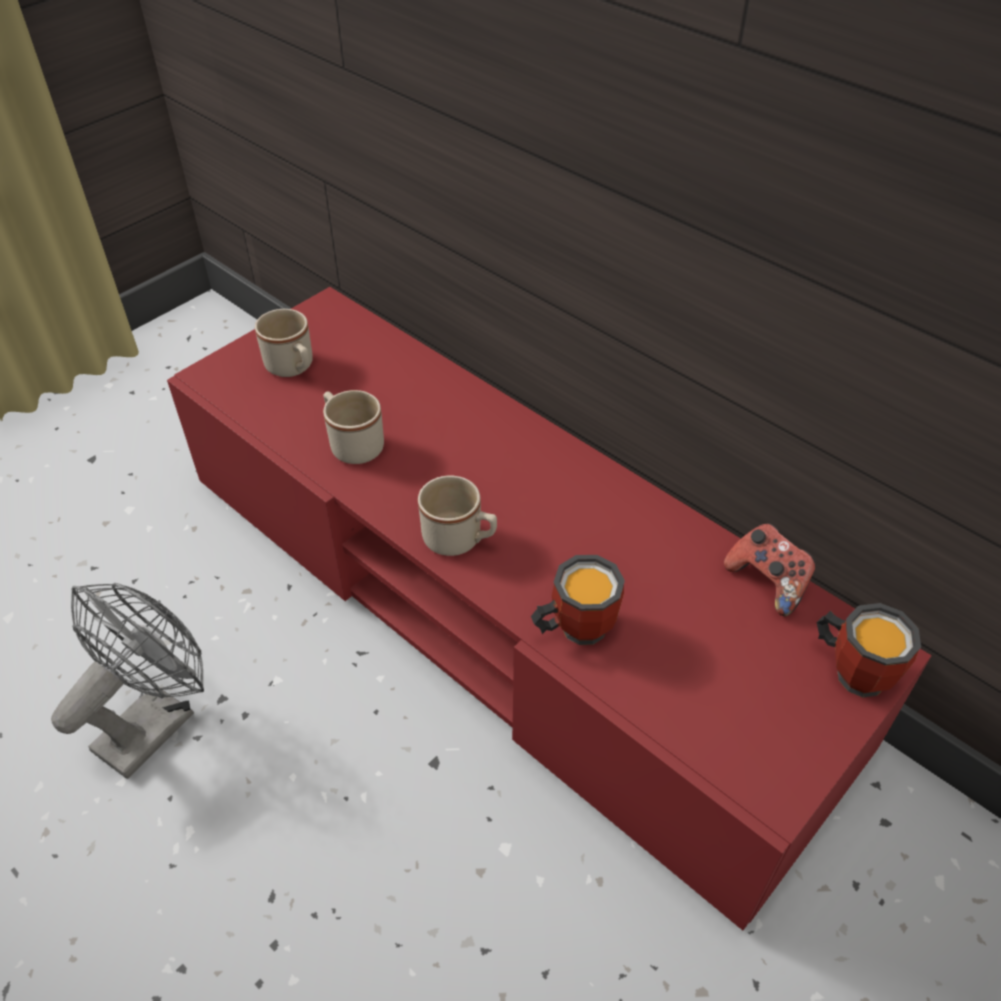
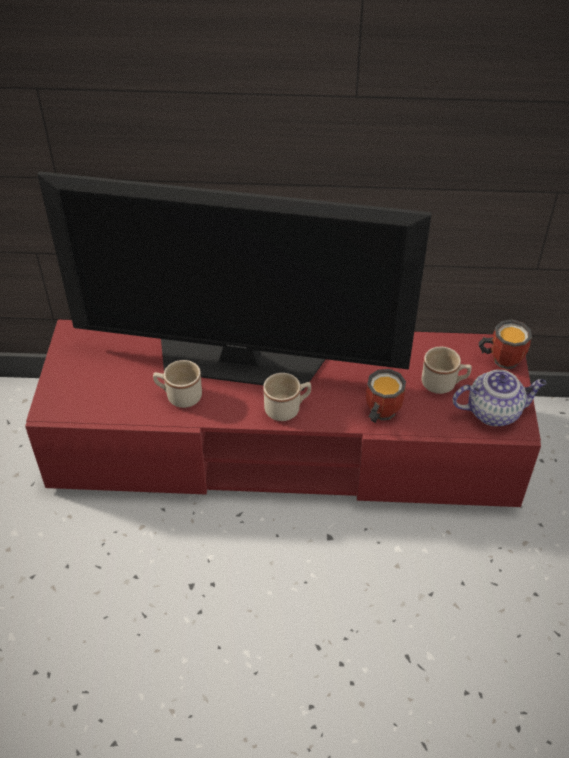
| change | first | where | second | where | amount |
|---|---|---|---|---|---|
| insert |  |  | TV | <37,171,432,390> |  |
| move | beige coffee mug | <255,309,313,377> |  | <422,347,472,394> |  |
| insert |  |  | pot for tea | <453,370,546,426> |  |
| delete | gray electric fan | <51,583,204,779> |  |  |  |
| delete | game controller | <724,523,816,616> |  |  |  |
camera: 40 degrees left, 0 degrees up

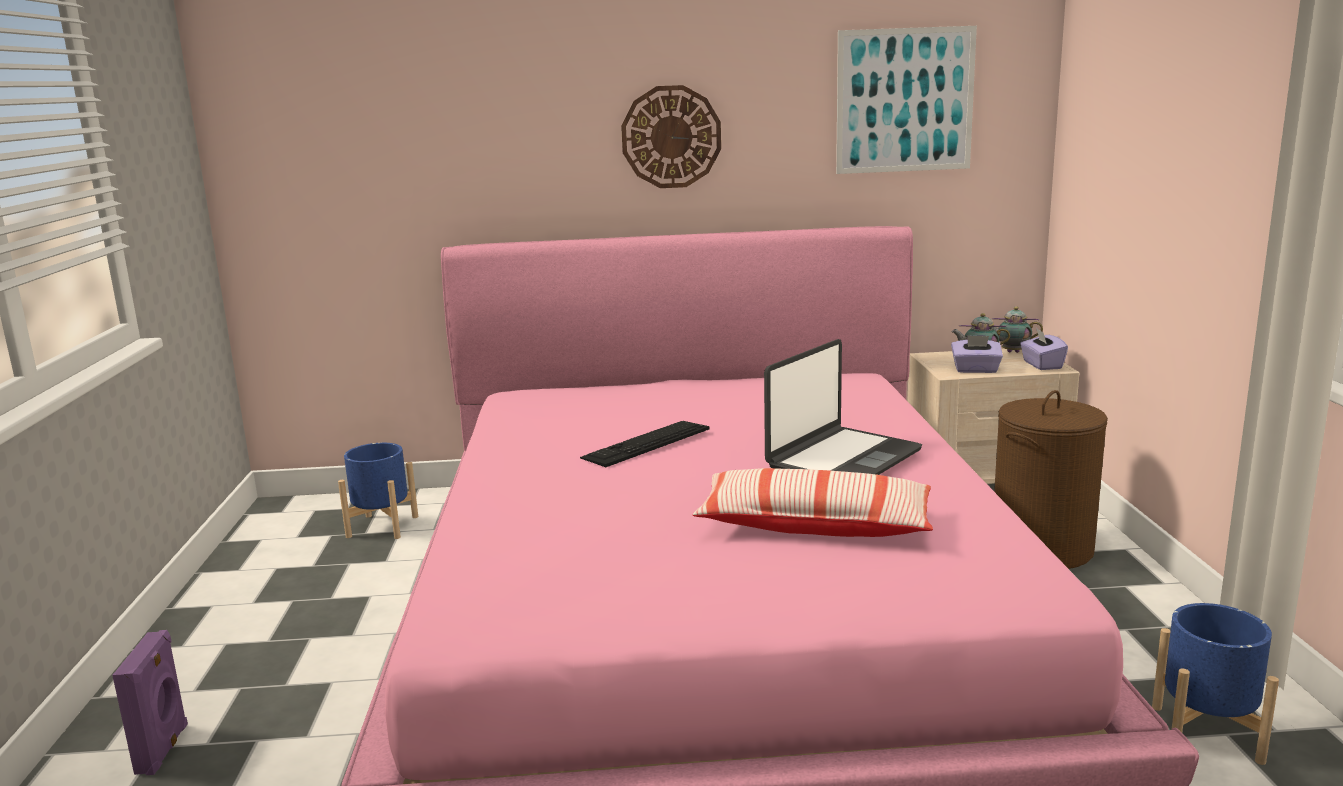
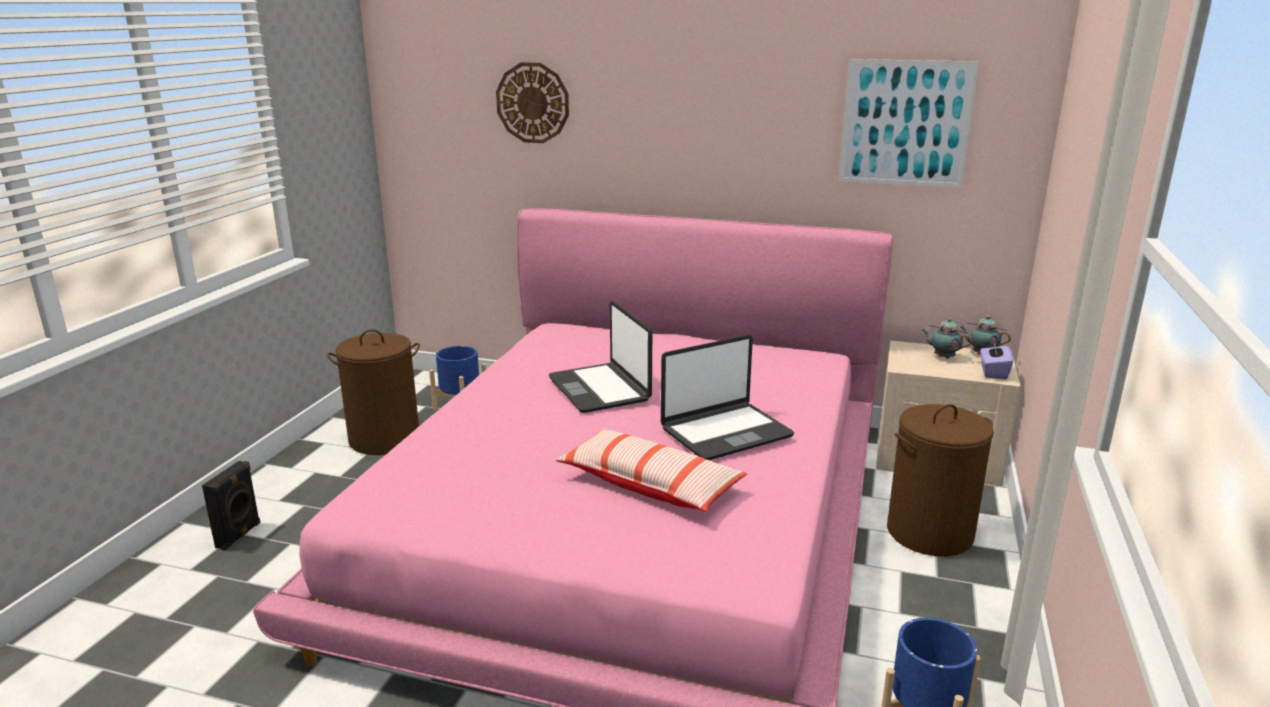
| change | first | where | second | where | amount |
|---|---|---|---|---|---|
| recolor | purplish loudspeaker | <112,630,188,775> | black-coloured loudspeaker | <202,461,260,551> |  |
| insert |  |  | brown-coloured laundry basket | <327,329,420,455> |  |
| move | hanging clock | <621,85,721,188> |  | <496,62,569,143> |  |
| replace | keyboard | <580,421,709,467> | notebook computer | <549,301,652,413> |  |
| delete | purplish tissue box | <951,335,1003,373> |  |  |  |
camera: 20 degrees right, 5 degrees up

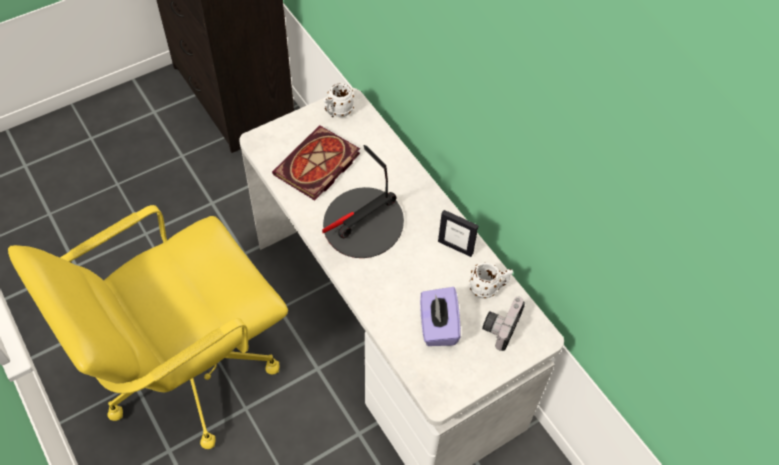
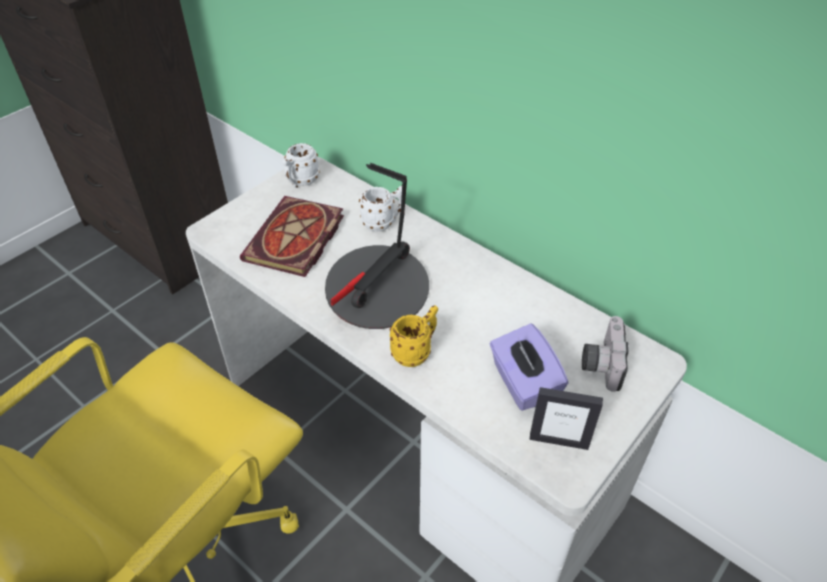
| change | first | where | second | where | amount |
|---|---|---|---|---|---|
| move | white-coloured coffee mug | <469,262,513,299> |  | <359,186,402,231> |  |
| insert |  |  | yellowish coffee mug | <390,305,438,367> |  |
| move | standing frame | <438,210,479,257> |  | <529,387,603,450> |  |
camera: 15 degrees left, 10 degrees down

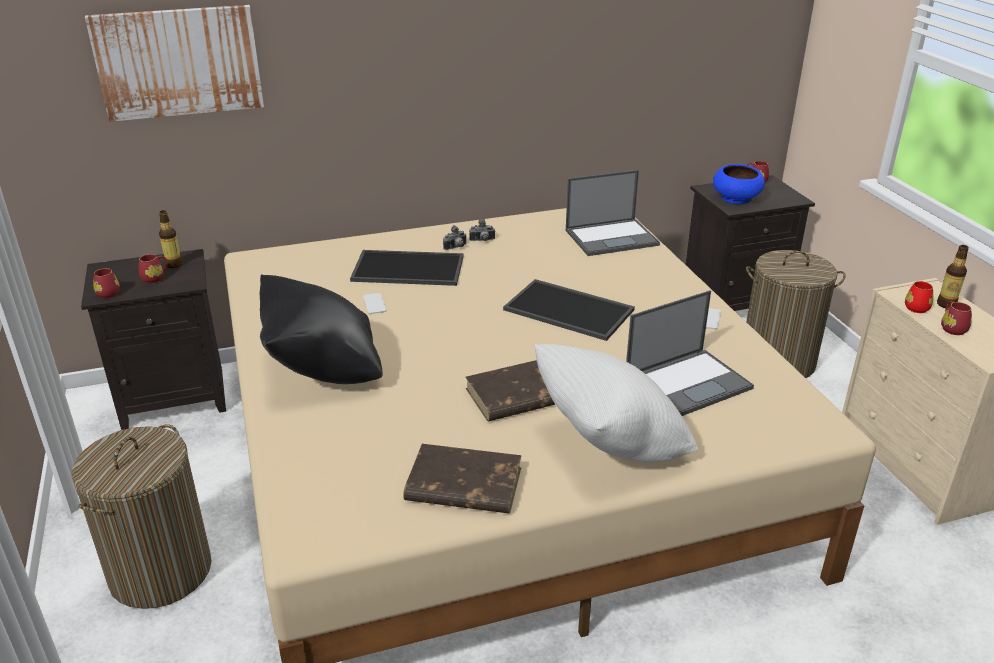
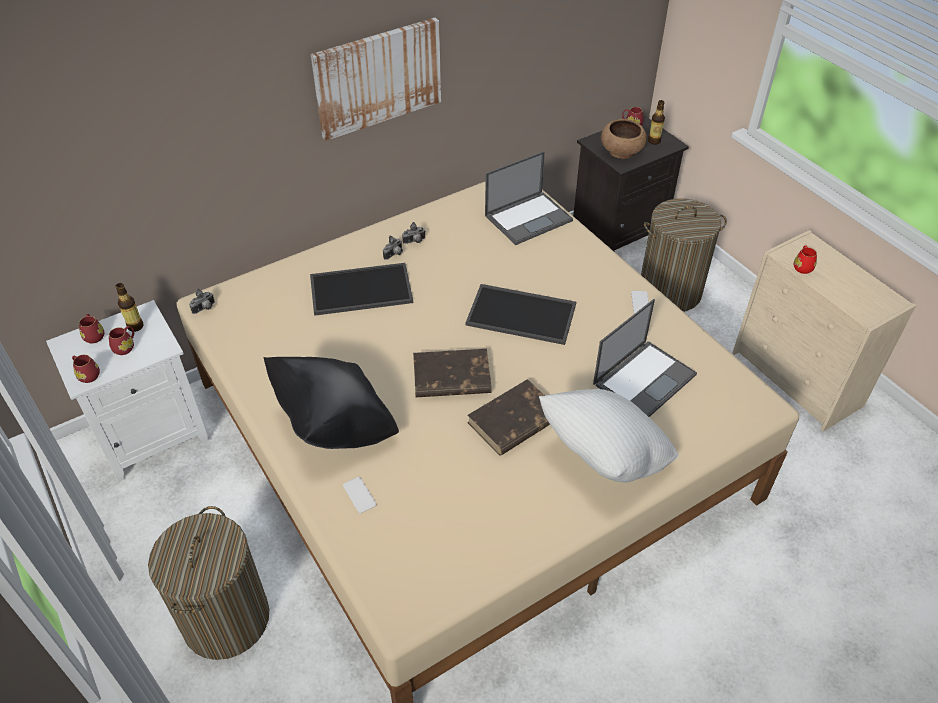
| change | first | where | second | where | amount |
|---|---|---|---|---|---|
| recolor | black-coloured night table | <81,249,226,430> | white-coloured night table | <46,300,209,482> |  |
| move | red-coloured coffee mug | <941,301,972,335> |  | <79,314,104,343> |  |
| insert |  |  | photo camera | <189,289,215,314> |  |
| move | picture | <85,5,264,122> |  | <311,18,441,141> |  |
| move | handset | <363,293,386,314> |  | <343,477,376,514> |  |
| move | brown-coloured volume | <403,444,522,514> |  | <413,349,492,397> |  |
| recolor | blue-coloured serving bowl | <713,164,765,204> | brown-coloured serving bowl | <601,119,647,159> |  |
| move | drink bottle | <937,245,969,308> |  | <648,100,665,145> |  |
camera: 15 degrees left, 15 degrees up

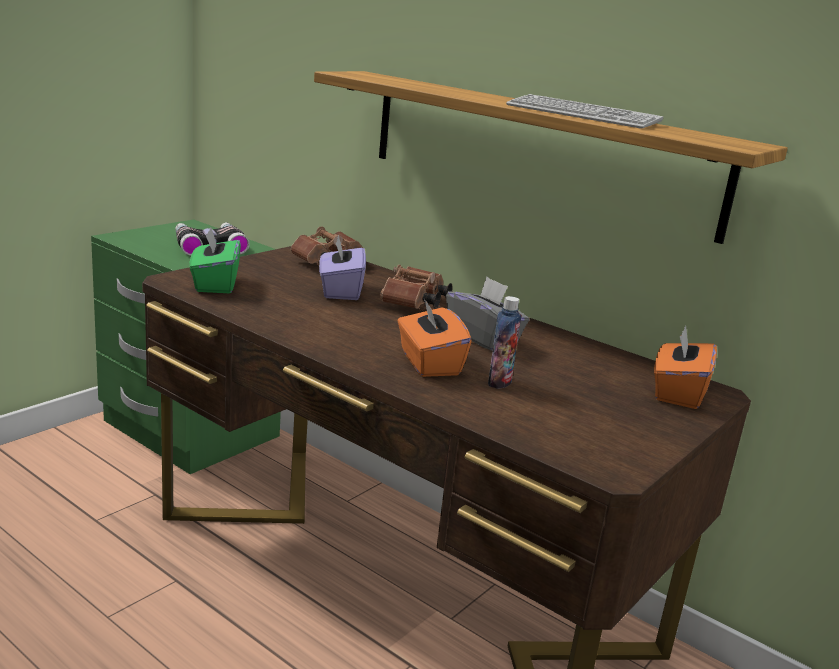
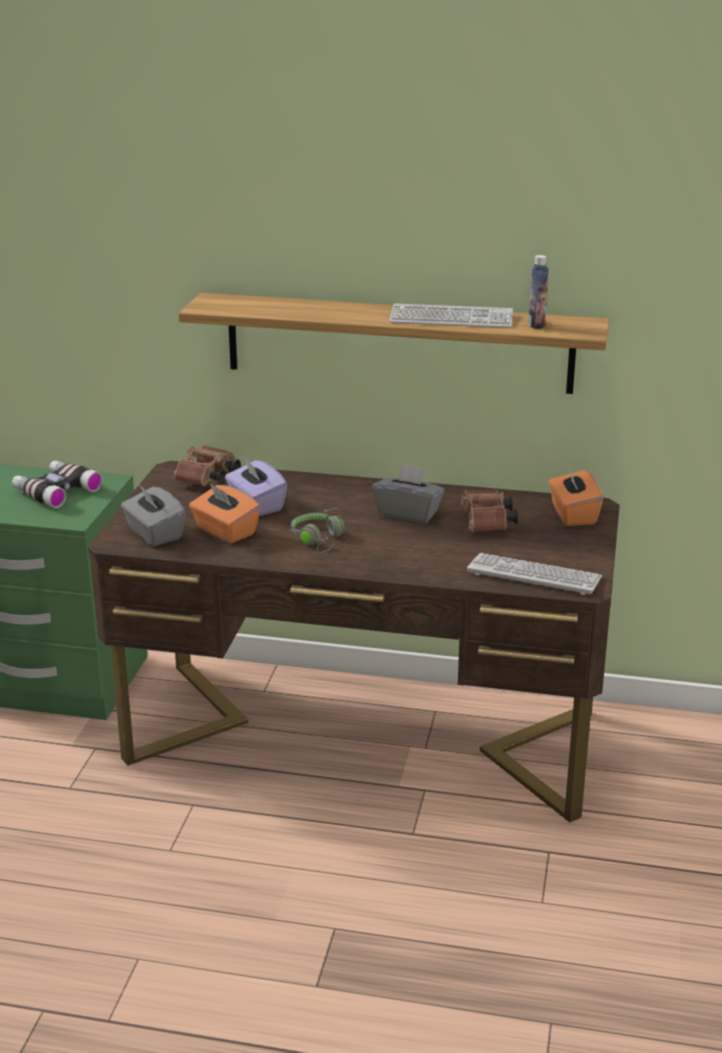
| change | first | where | second | where | amount |
|---|---|---|---|---|---|
| recolor | green-coloured tissue box | <190,228,241,293> | gray tissue box | <121,484,186,546> |  |
| move | orange tissue box | <398,299,472,377> |  | <189,483,260,543> |  |
| insert |  |  | gray headset | <291,508,345,553> |  |
| move | brown-coloured binoculars | <380,264,452,311> |  | <461,490,518,532> |  |
| insert |  |  | keyboard | <467,553,602,595> |  |
| move | drink bottle | <488,296,522,389> |  | <528,255,549,329> |  |
camera: 25 degrees left, 5 degrees up

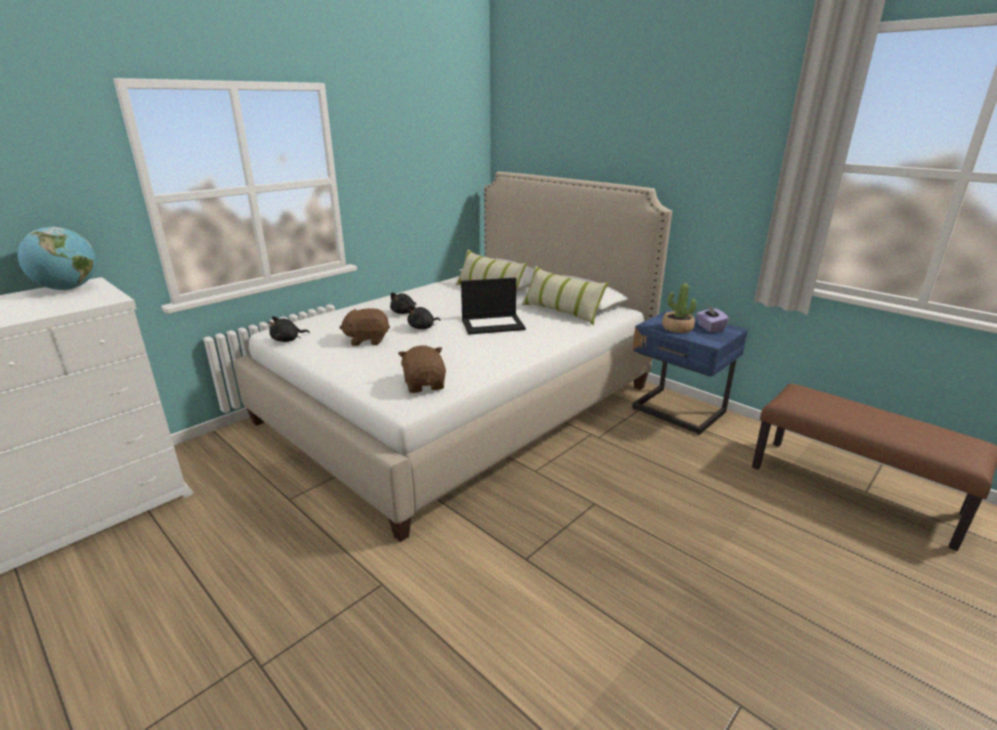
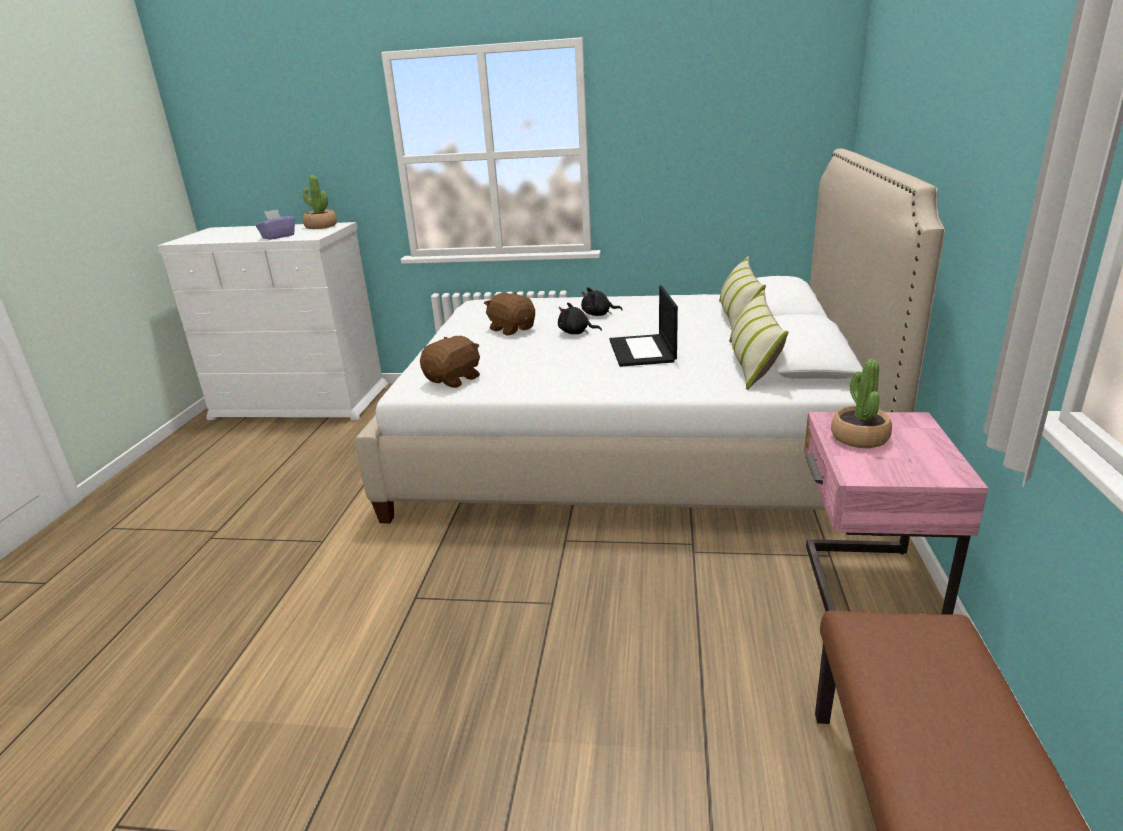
| change | first | where | second | where | amount |
|---|---|---|---|---|---|
| move | purplish tissue box | <696,305,729,333> |  | <256,209,295,240> |  |
| replace | globe | <18,227,96,290> | potted plant | <302,175,337,229> |  |
| rotate | notebook computer | <461,277,526,335> |  | <609,285,678,367> | 45 degrees clockwise |
| recolor | blue-coloured night table | <632,310,748,435> | pink-coloured night table | <804,412,988,614> |  |
| delete | black-coloured soft toy | <269,316,310,342> |  |  |  |
camera: 55 degrees right, 0 degrees up

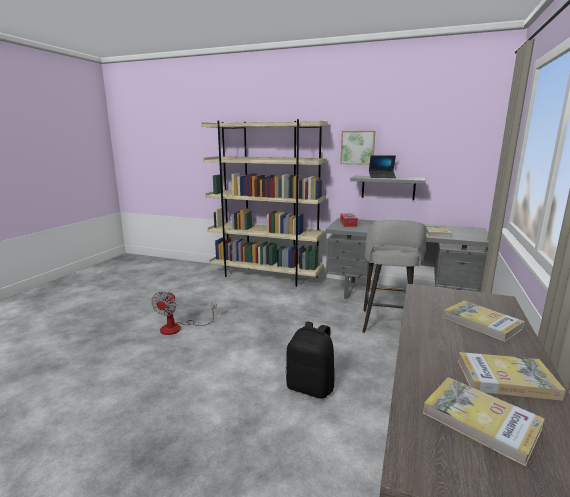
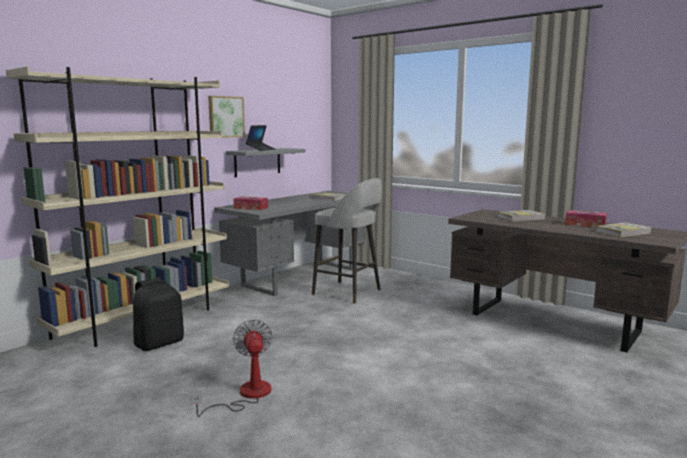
| change | first | where | second | where | amount |
|---|---|---|---|---|---|
| move | black-coloured rucksack | <286,321,335,399> |  | <133,277,184,351> |  |
| rotate | electric fan | <151,291,217,335> |  | <191,319,272,417> | 135 degrees counterclockwise |
| replace | volume | <458,352,566,401> | tissue box | <565,210,607,227> |  |
camera: 70 degrees left, 5 degrees down

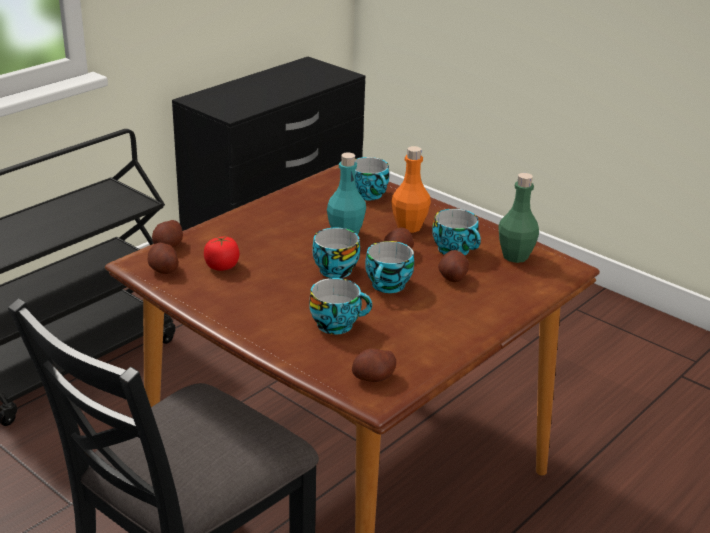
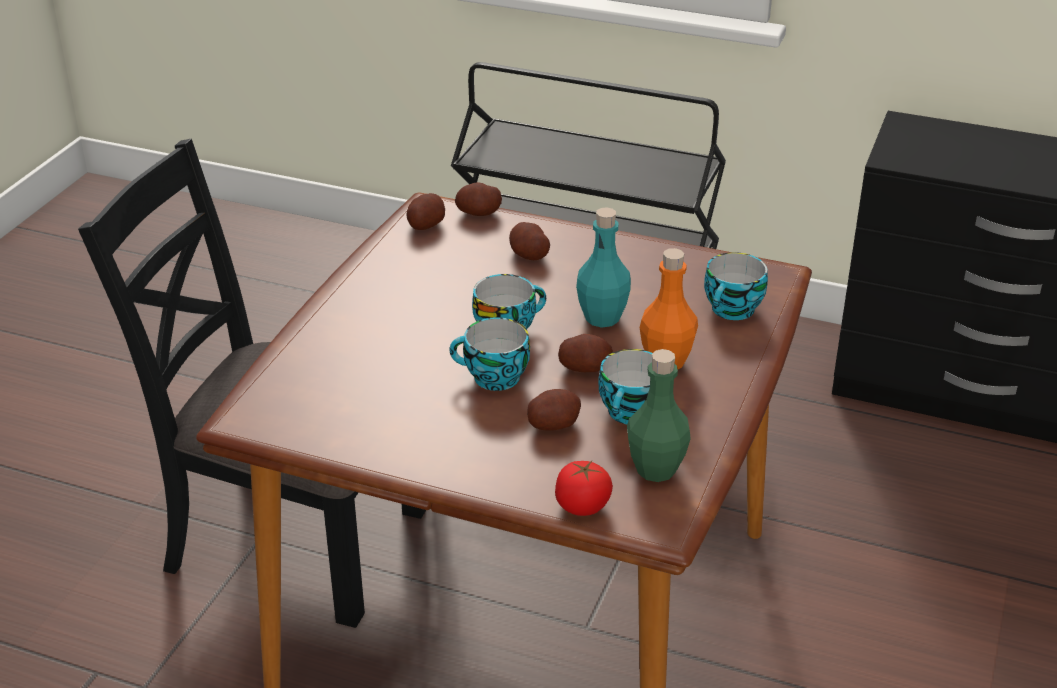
| change | first | where | second | where | amount |
|---|---|---|---|---|---|
| move | spud | <352,349,396,382> |  | <509,222,550,260> |  |
| move | fresh tomato | <204,236,240,271> |  | <555,461,613,516> |  |
| delete | small cup | <309,278,372,335> |  |  |  |
camera: 70 degrees right, 5 degrees up

